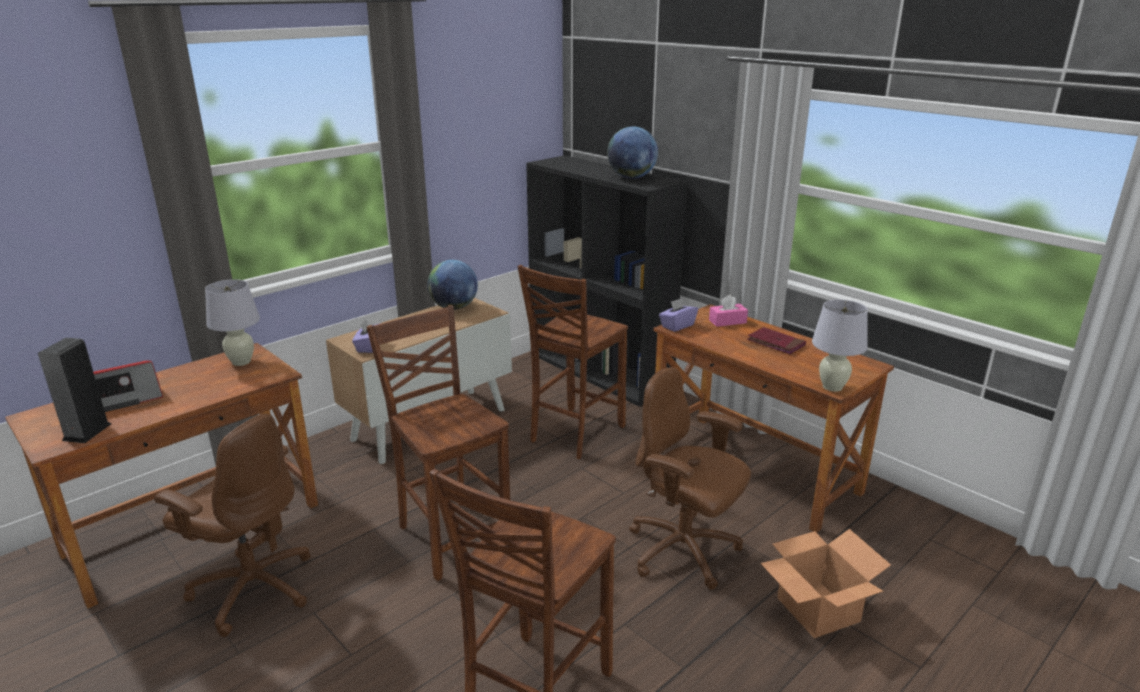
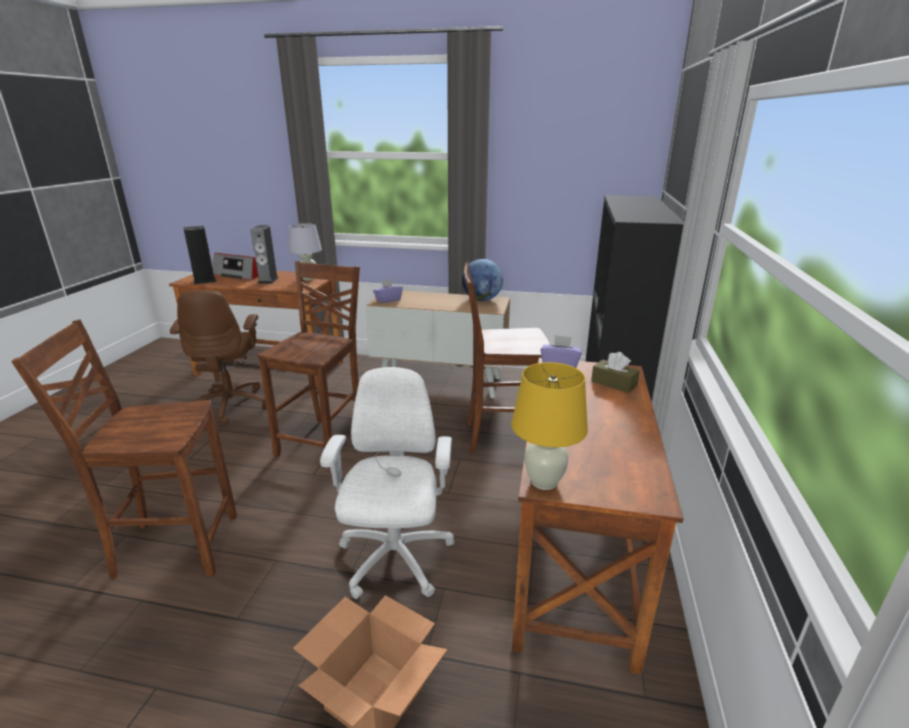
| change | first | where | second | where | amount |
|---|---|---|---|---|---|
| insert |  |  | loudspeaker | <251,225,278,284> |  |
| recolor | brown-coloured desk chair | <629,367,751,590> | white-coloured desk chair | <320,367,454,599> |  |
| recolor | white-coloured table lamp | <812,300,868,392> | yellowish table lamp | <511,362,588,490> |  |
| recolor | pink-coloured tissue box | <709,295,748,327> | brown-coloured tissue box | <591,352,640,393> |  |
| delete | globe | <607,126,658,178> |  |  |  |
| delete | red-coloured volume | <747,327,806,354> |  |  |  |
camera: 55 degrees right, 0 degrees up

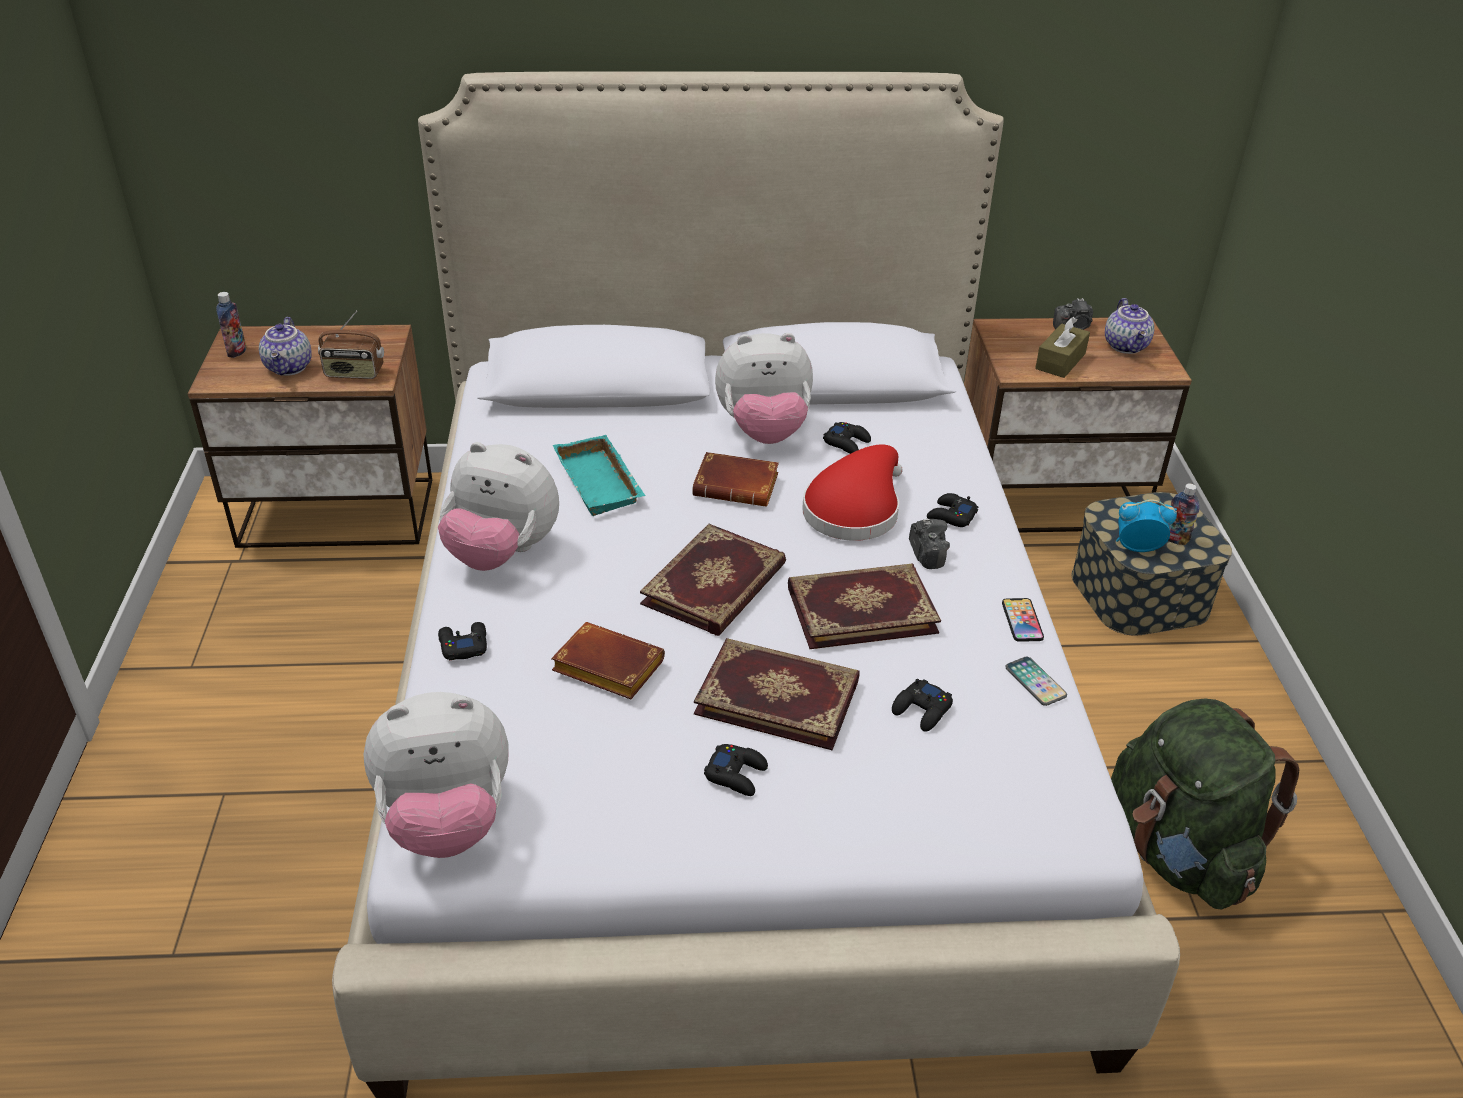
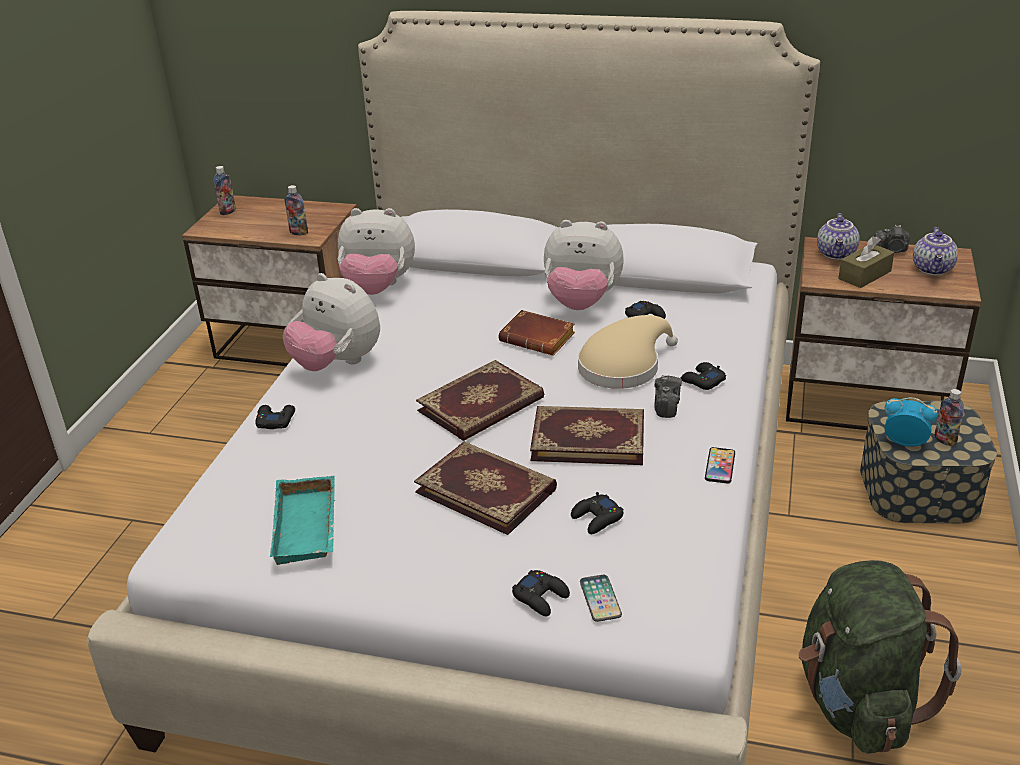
| change | first | where | second | where | amount |
|---|---|---|---|---|---|
| move | turquoise-coloured tray | <553,435,645,516> |  | <270,476,335,565> |  |
| replace | radio receiver | <318,311,384,379> | drink bottle | <285,185,308,235> |  |
| move | soft toy | <363,692,509,858> |  | <338,208,415,295> |  |
| move | black-coloured game controller | <704,744,768,796> |  | <512,570,570,616> |  |
| recolor | red-coloured clothing hat | <802,444,903,541> | beige clothing hat | <578,315,678,389> |  |
| move | handset | <1005,657,1067,706> |  | <580,575,622,622> |  |
| move | pot for tea | <259,317,312,376> |  | <817,213,860,260> |  |
| delete | brown-coloured volume | <551,622,665,699> |  |  |  |
camera: 20 degrees right, 5 degrees down

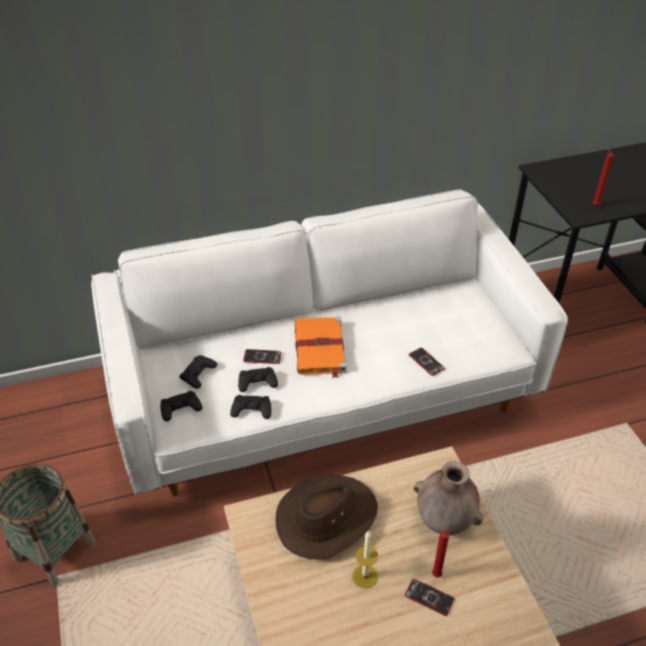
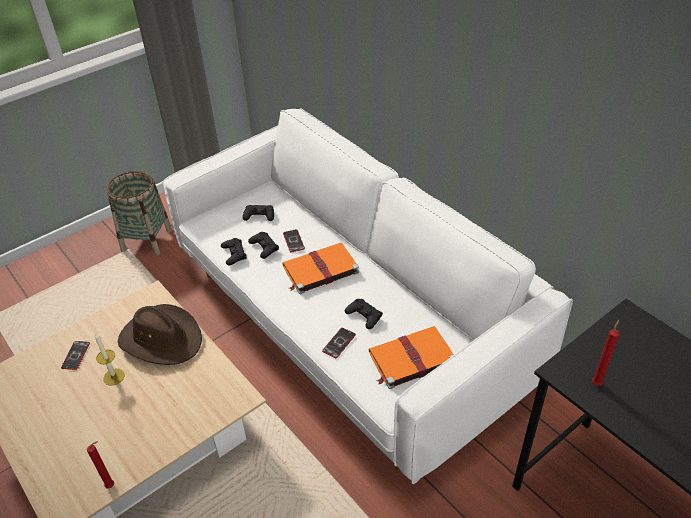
| change | first | where | second | where | amount |
|---|---|---|---|---|---|
| move | handset | <405,579,454,616> |  | <61,341,90,370> |  |
| move | red-coloured candle | <432,521,449,578> |  | <87,441,114,489> |  |
| move | black-coloured game controller | <161,391,202,421> |  | <345,299,383,329> |  |
| insert |  |  | orange volume | <369,326,453,389> |  |
| delete | brown-coloured vase | <414,461,484,535> |  |  |  |
camera: 70 degrees right, 0 degrees up

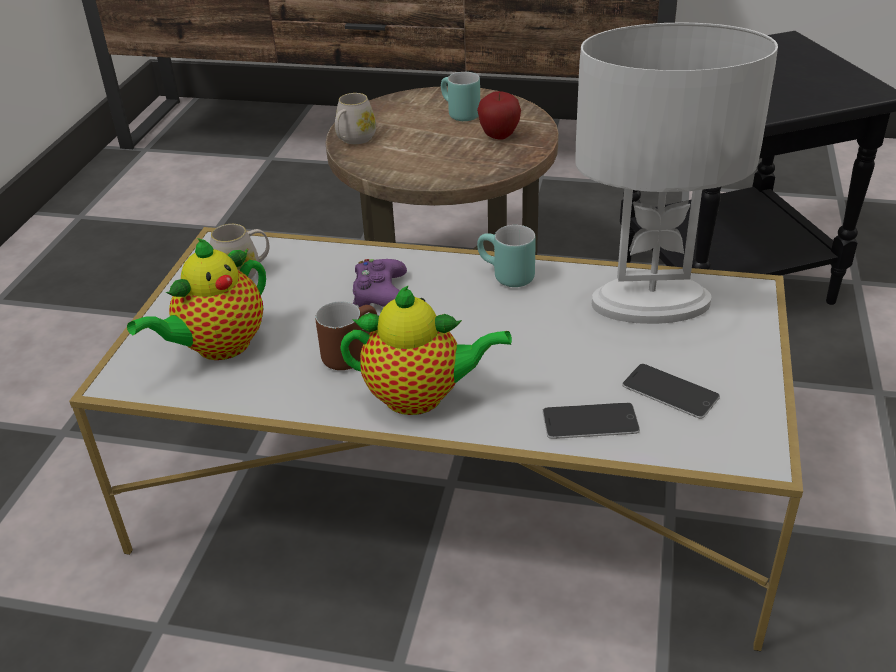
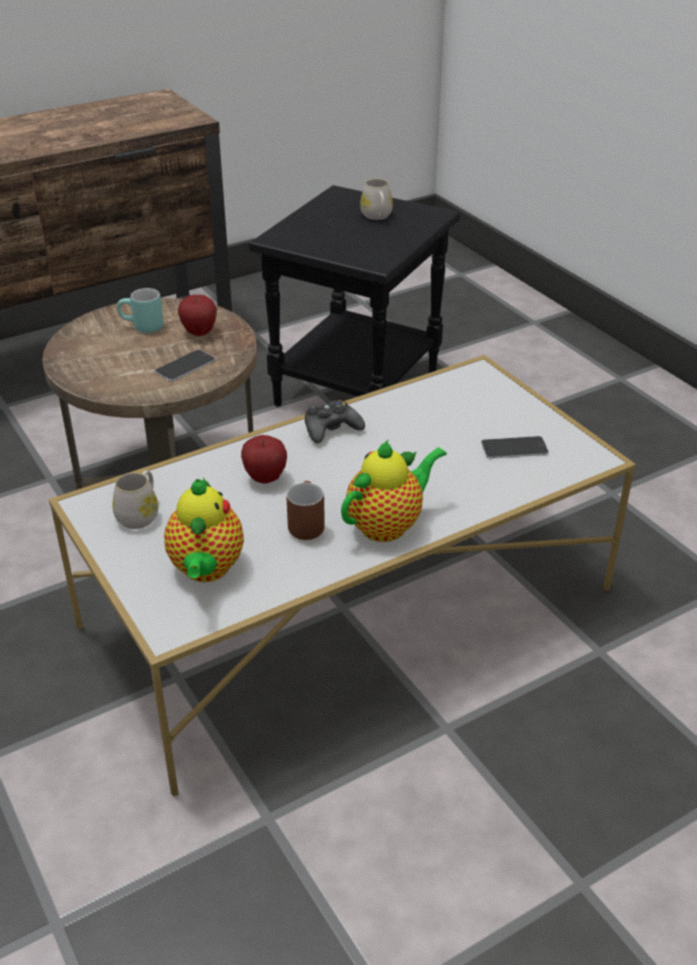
| change | first | where | second | where | amount |
|---|---|---|---|---|---|
| move | handset | <542,403,640,439> |  | <155,350,216,381> |  |
| replace | purplish game controller | <353,259,407,307> | whole apple | <241,435,287,484> |  |
| replace | turquoise-coloured coffee mug | <477,225,536,287> | black-coloured game controller | <305,400,365,443> |  |
| move | white-coloured coffee mug | <335,93,376,144> |  | <360,178,393,220> |  |
| delete | white-coloured table lamp | <575,23,778,324> |  |  |  |
camera: 45 degrees left, 0 degrees up

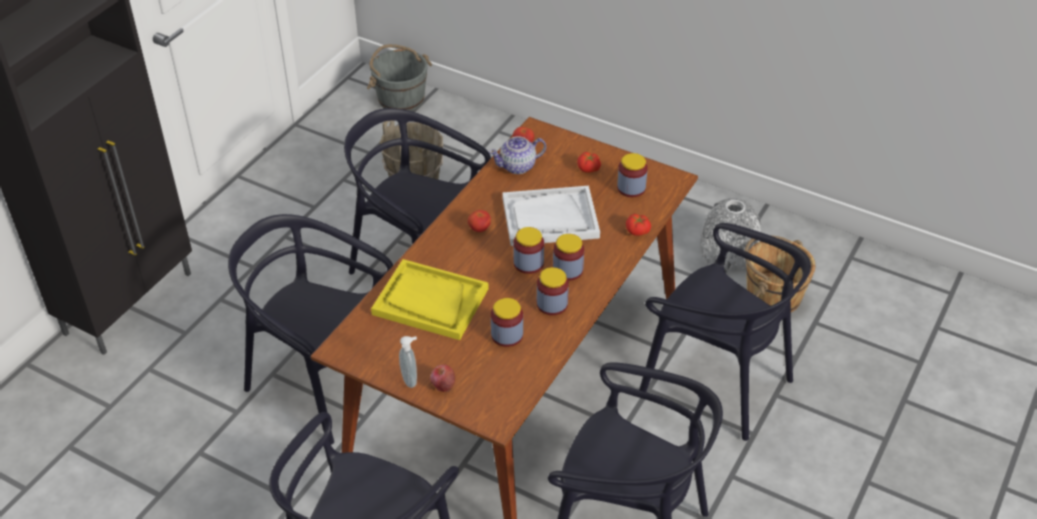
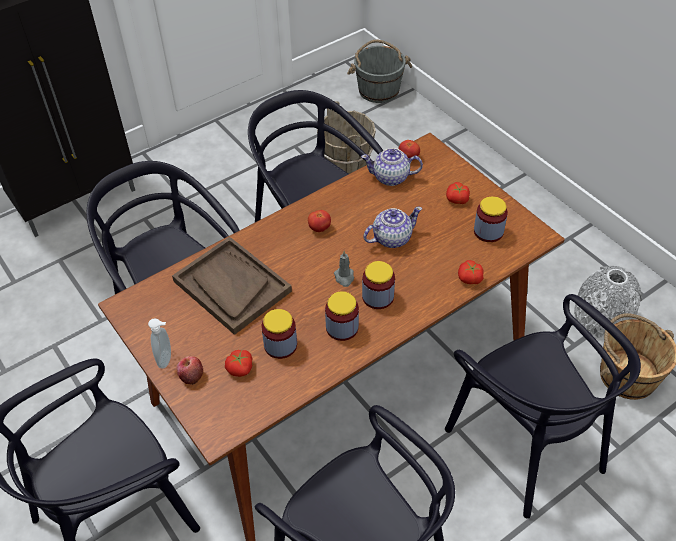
| change | first | where | second | where | amount |
|---|---|---|---|---|---|
| recolor | yellowish tray | <371,259,488,340> | brown-coloured tray | <172,236,292,335> |  |
| insert |  |  | fresh tomato | <225,350,252,377> |  |
| replace | storage jar | <513,227,544,274> | gray candle | <334,251,354,287> |  |
| replace | white-coloured tray | <503,186,600,246> | pot for tea | <363,207,422,248> |  |
camera: 25 degrees right, 5 degrees up

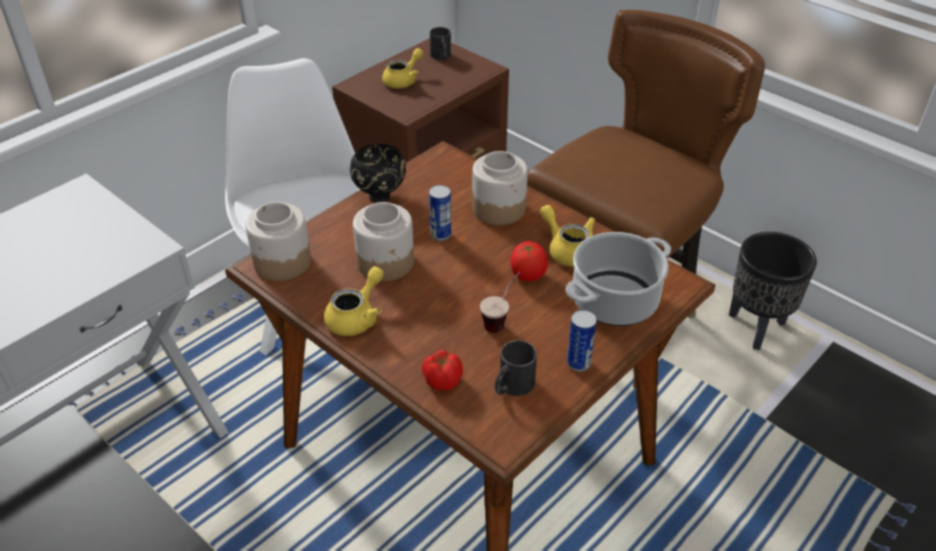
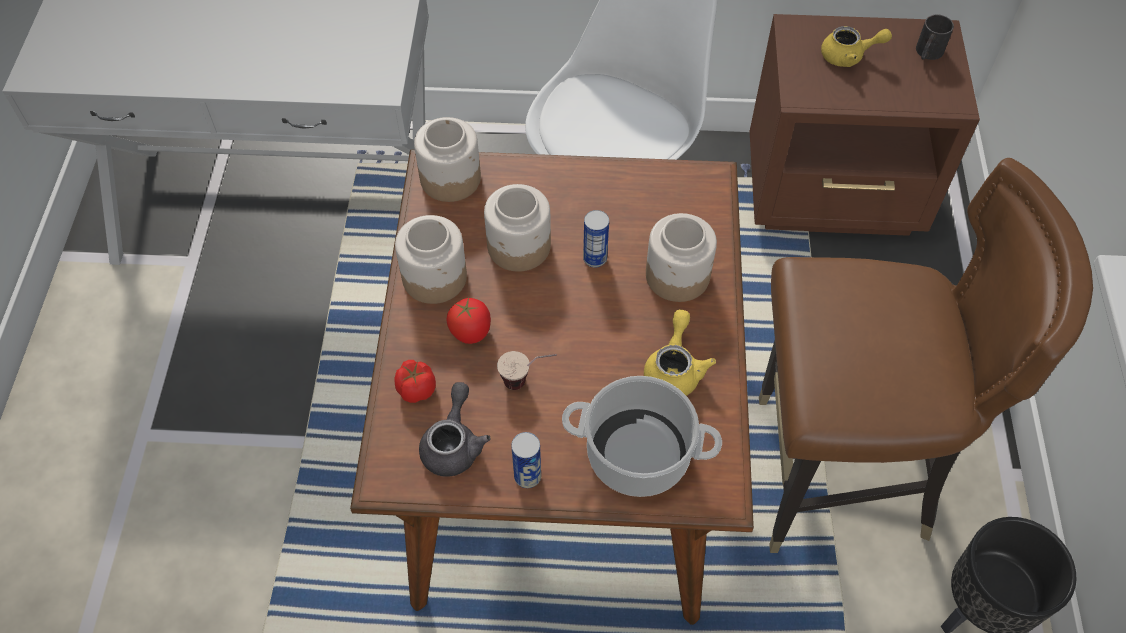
| change | first | where | second | where | amount |
|---|---|---|---|---|---|
| replace | yellowish pot for tea | <324,266,384,336> | storage jar | <395,215,467,304> |  |
| replace | black-coloured coffee mug | <495,340,537,396> | gray pot for tea | <419,382,490,477> |  |
| move | fresh tomato | <510,241,548,281> |  | <447,298,491,344> |  |
| delete | black-coloured serving bowl | <350,144,406,203> |  |  |  |
camera: 50 degrees right, 15 degrees up

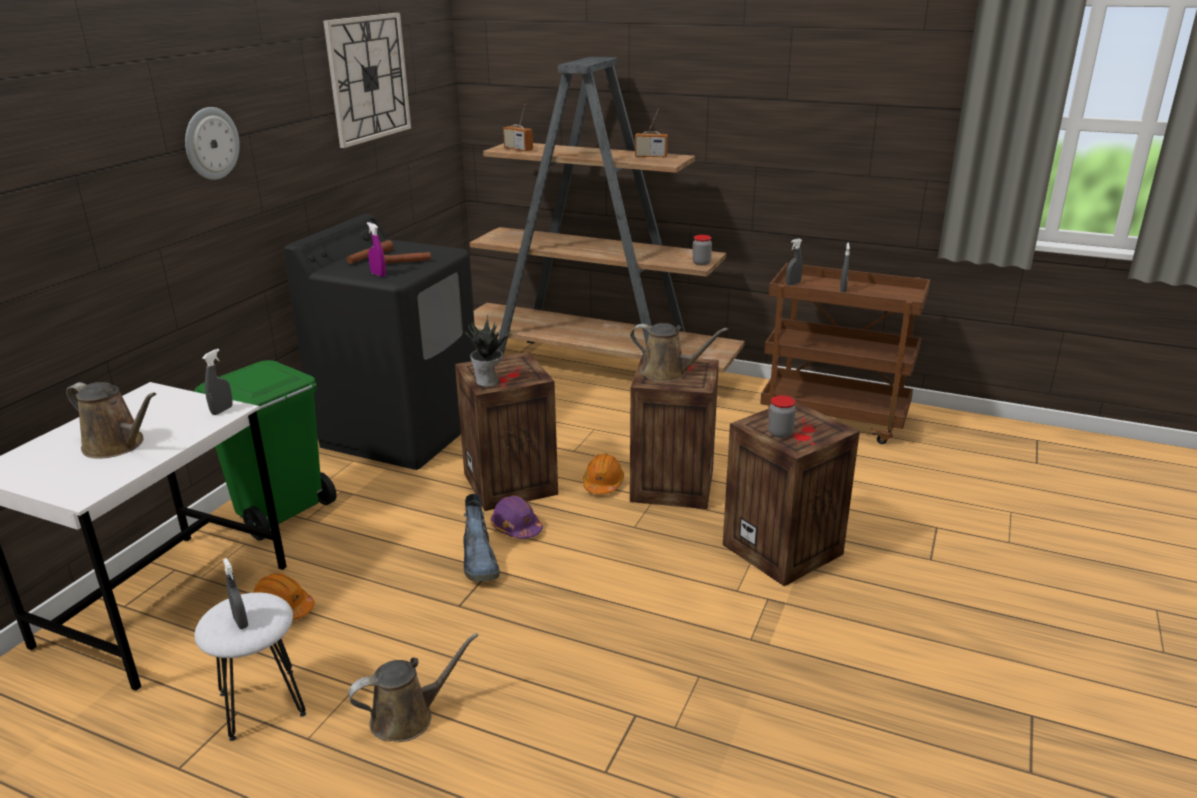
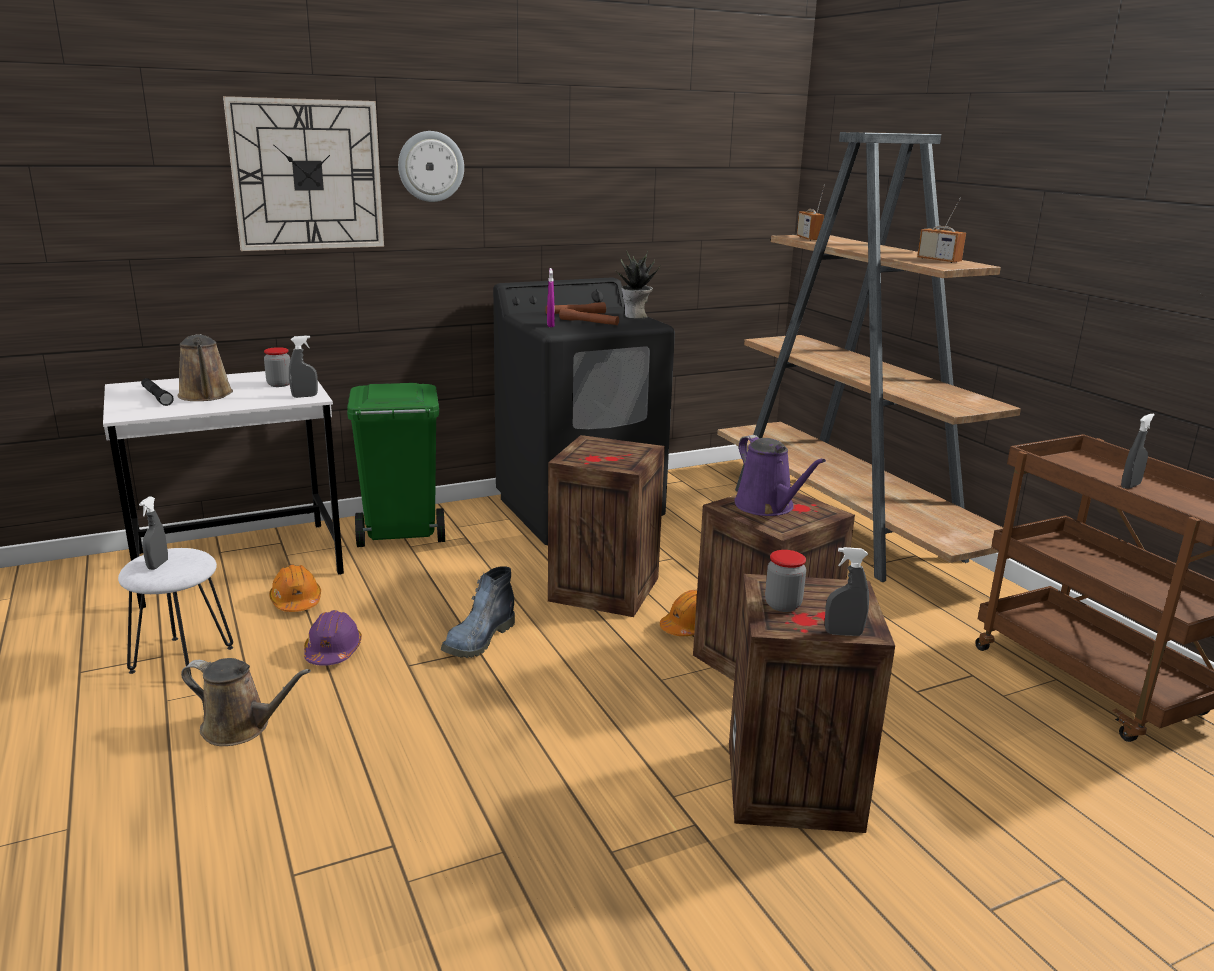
| change | first | where | second | where | amount |
|---|---|---|---|---|---|
| insert |  |  | black-coloured torch | <141,378,174,406> |  |
| move | hanging clock | <323,13,411,148> |  | <223,96,384,251> |  |
| move | storage jar | <692,235,712,265> |  | <264,347,290,387> |  |
| move | purplish safety helmet | <490,496,543,539> |  | <304,610,362,666> |  |
| move | potted plant | <465,315,511,387> |  | <617,250,661,319> |  |
| recolor | brown-coloured watering can | <630,323,728,382> | purplish watering can | <735,435,826,516> |  |
| move | gray sprayer | <786,239,803,285> |  | <825,547,869,636> |  |
camera: 40 degrees right, 5 degrees down

